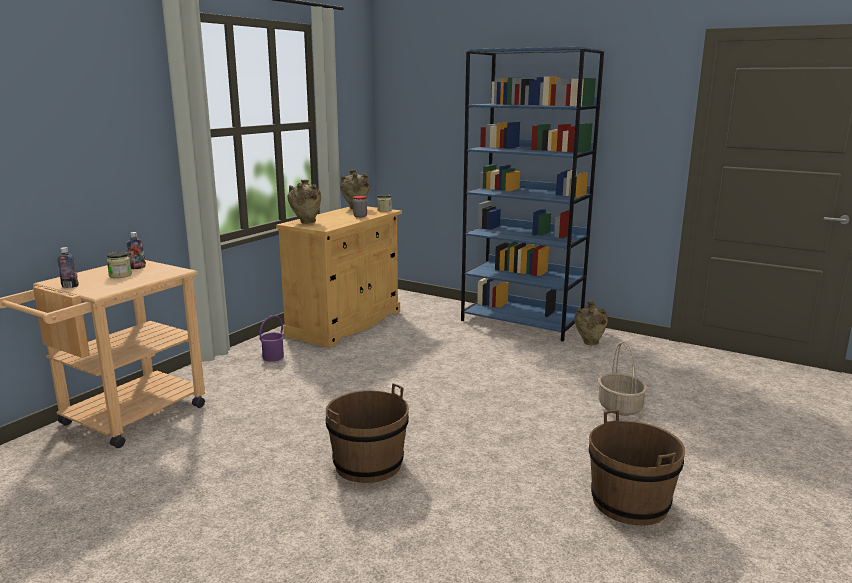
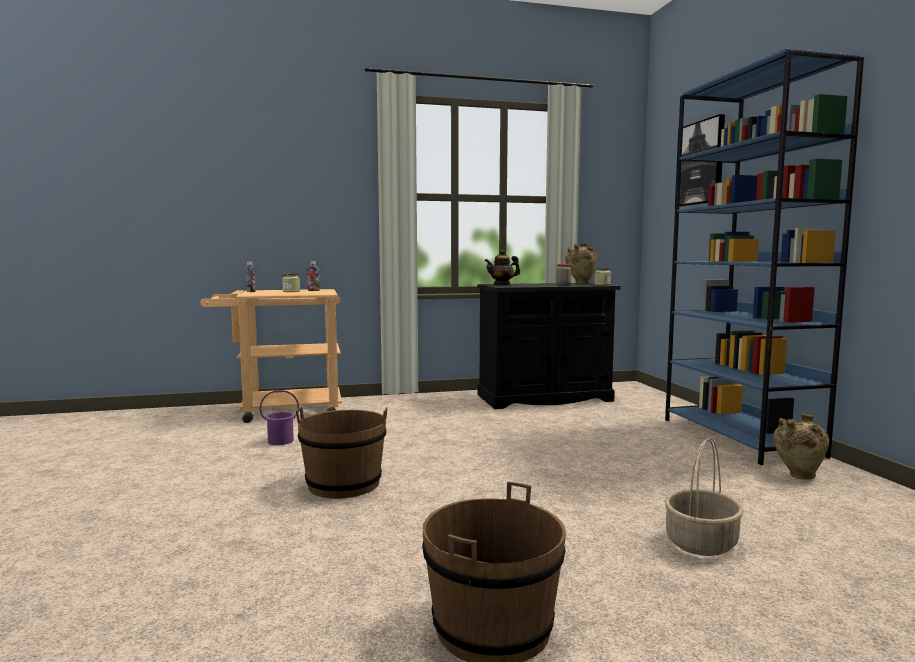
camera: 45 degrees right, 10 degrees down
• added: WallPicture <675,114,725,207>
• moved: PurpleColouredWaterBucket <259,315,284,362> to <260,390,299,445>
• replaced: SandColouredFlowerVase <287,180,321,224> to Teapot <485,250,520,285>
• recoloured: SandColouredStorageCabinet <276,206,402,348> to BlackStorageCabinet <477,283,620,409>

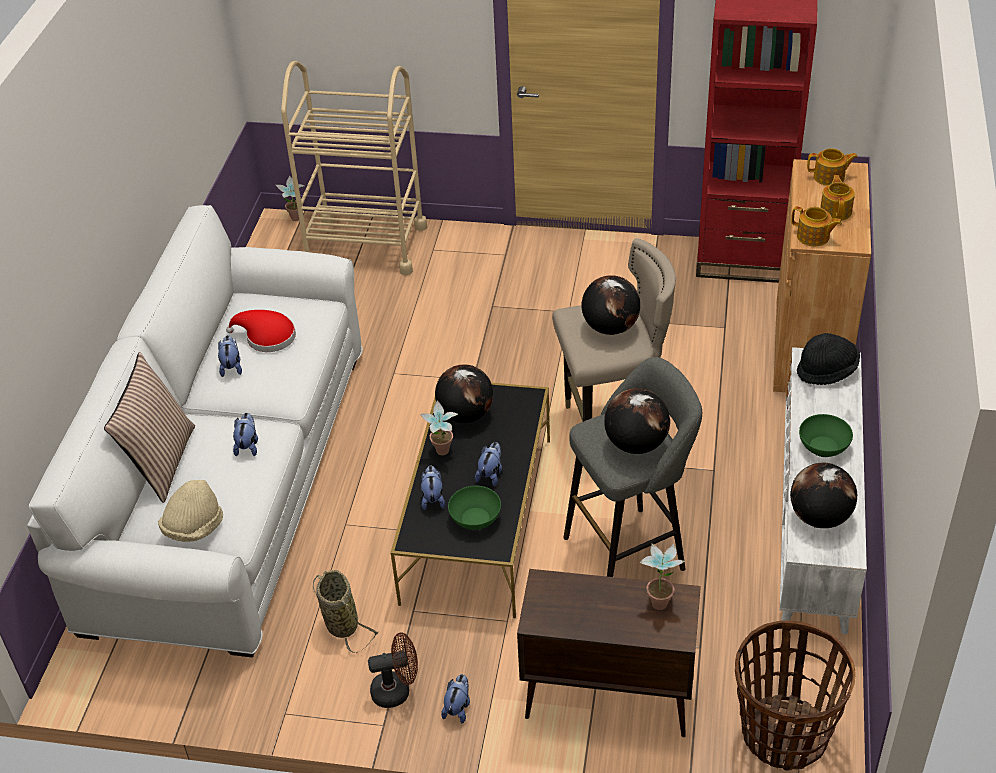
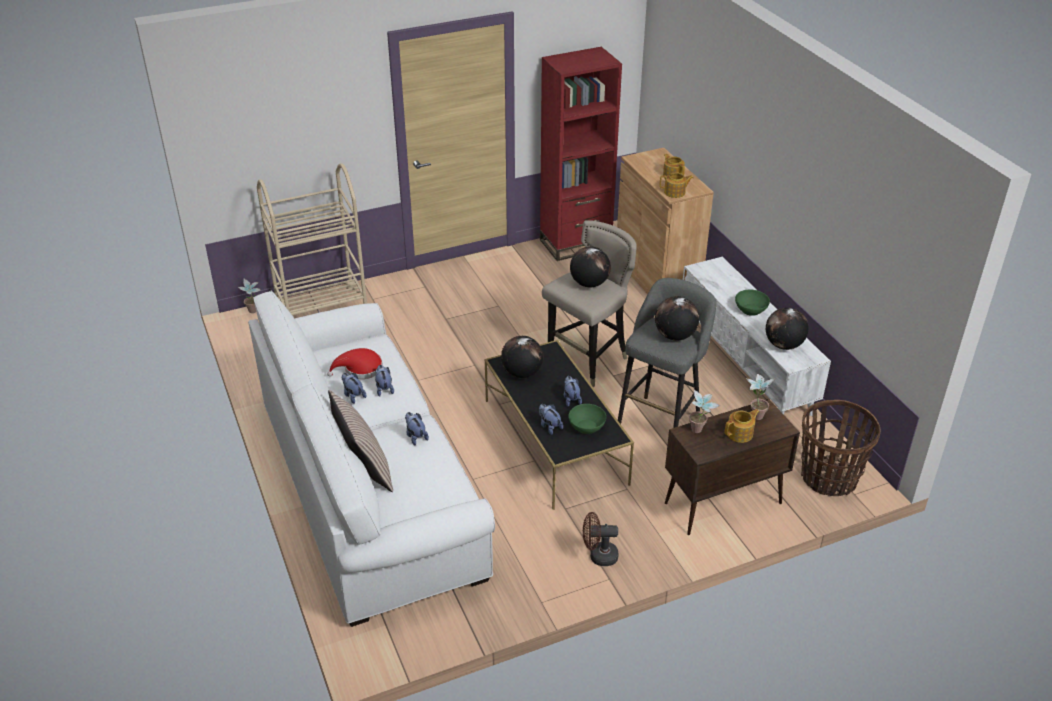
camera: 35 degrees left, 5 degrees down
• removed: SandColouredHat <158,480,223,542>
• removed: Basket <313,570,379,653>
• removed: BlackHat <797,333,860,385>
• moved: Houseplant <420,401,458,455> to <689,390,720,433>
• moved: SoftToy <441,674,470,723> to <375,365,394,397>
• moved: Teapot <807,148,858,186> to <725,409,759,443>
• turned: BrownishCoolingFan <368,632,418,708> = <583,512,619,566> 135 degrees counterclockwise

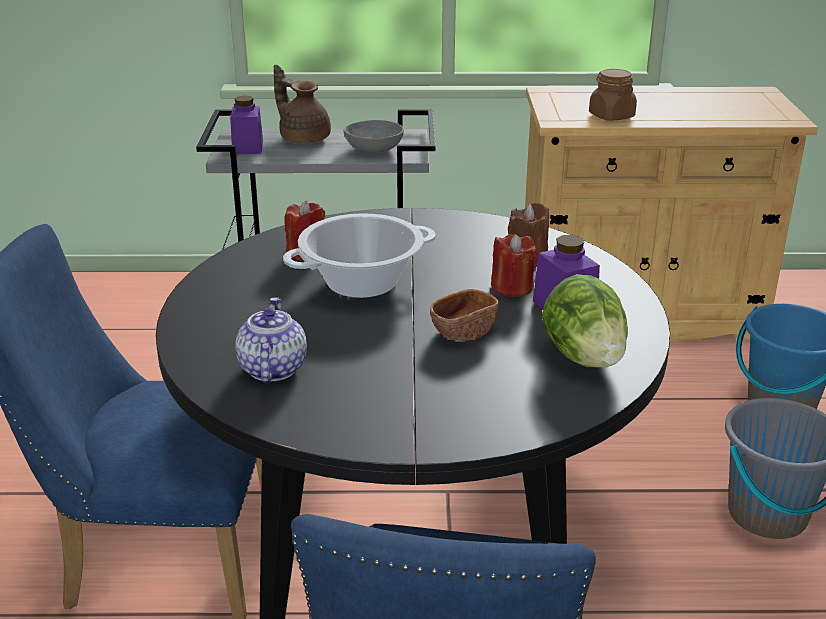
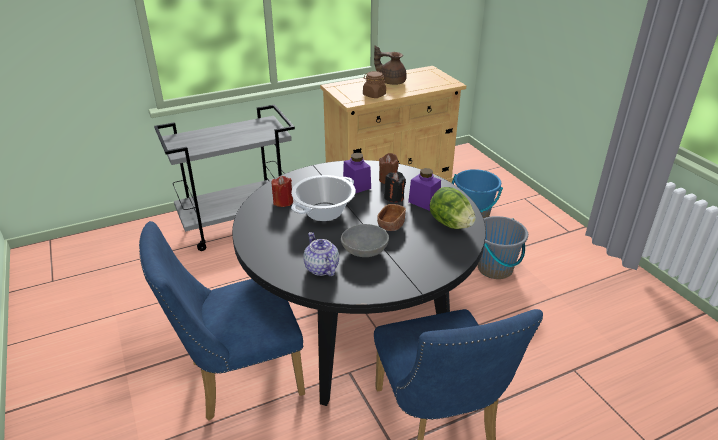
camera: 25 degrees left, 5 degrees up
• moved: PurpleColouredStorageJar <230,96,263,154> to <343,153,371,193>
• moved: BrownishTeapot <274,65,331,144> to <374,46,407,85>
• moved: GreyishBowl <343,120,404,153> to <341,224,389,257>
• recoloured: RedColouredWaxCandle <491,234,538,297> to BlackWaxCandle <384,172,406,202>

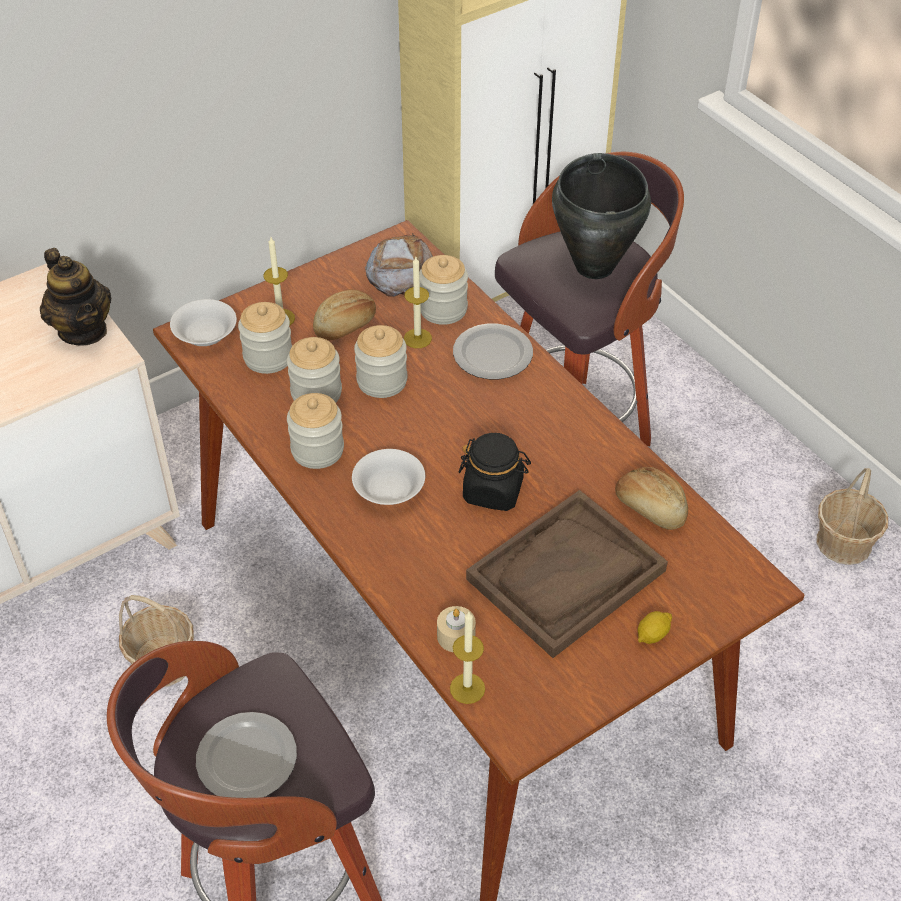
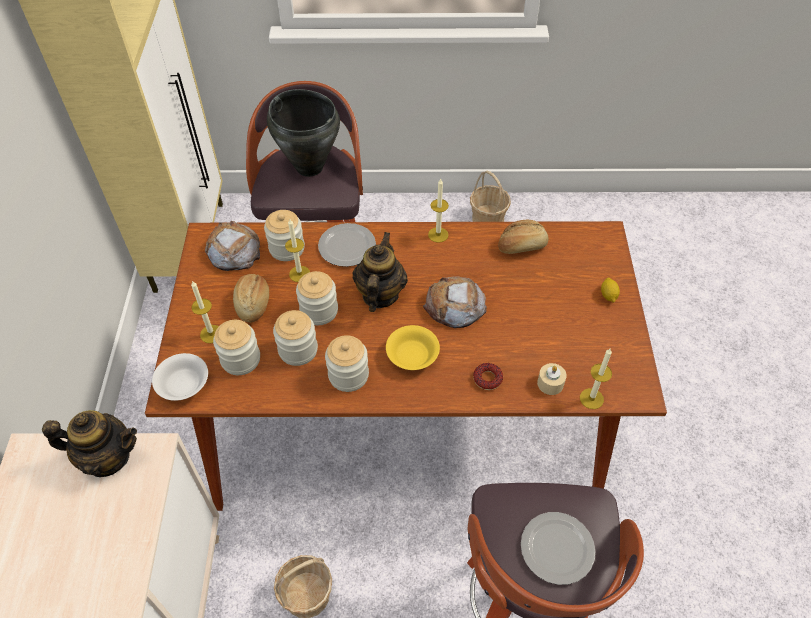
camera: 55 degrees left, 5 degrees up
• removed: BrownishServingTray <466,490,668,658>
• added: Teapot <353,232,408,312>
• added: WaxCandle <428,179,449,243>
• added: Doughnut <473,363,503,390>
• replaced: BlackStorageJar <459,433,531,511> to BakedBread <423,276,487,328>
• recoloured: WhitishBowl <352,449,425,505> to YellowBowl <386,325,440,370>

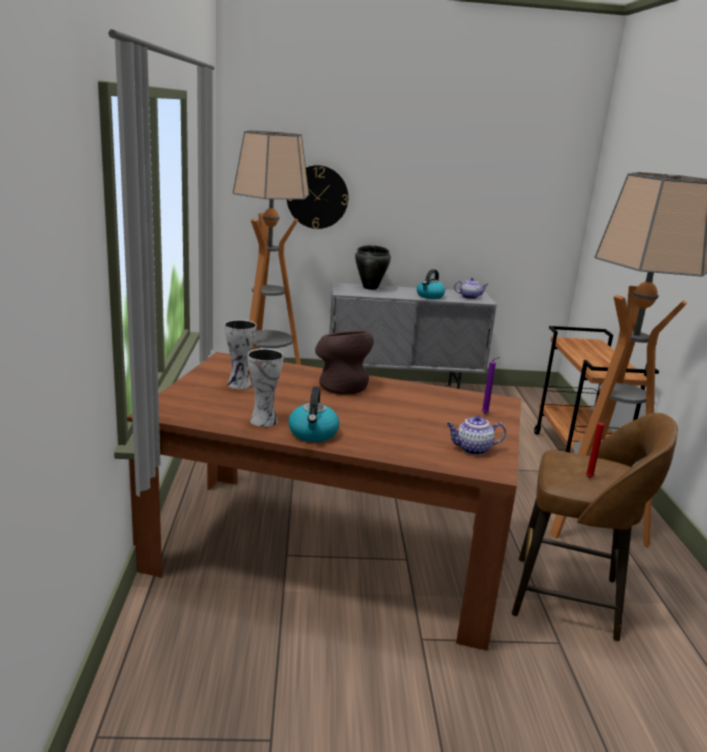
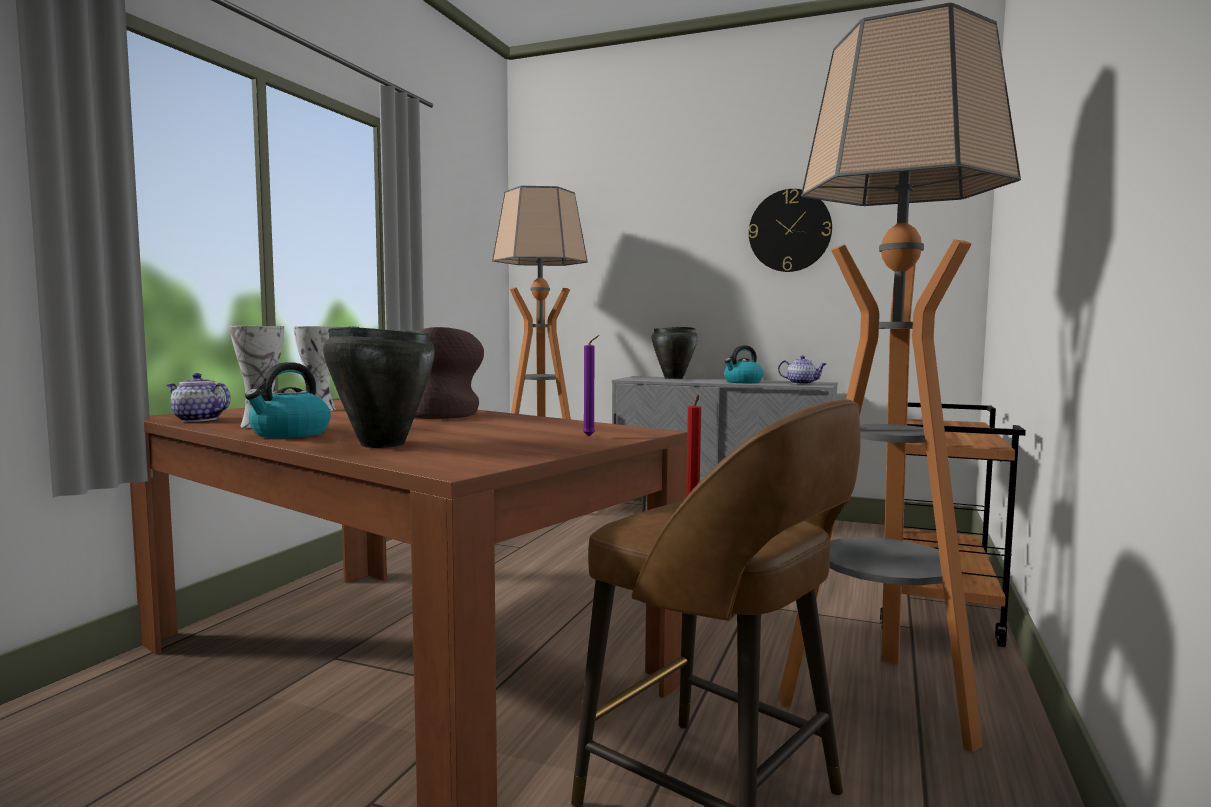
camera: 25 degrees right, 15 degrees down
• added: BlackSaucepot <323,326,435,448>
• moved: ClockOnTheWall <287,165,348,229> to <749,189,832,272>
• moved: Teapot <446,415,506,455> to <166,373,230,422>

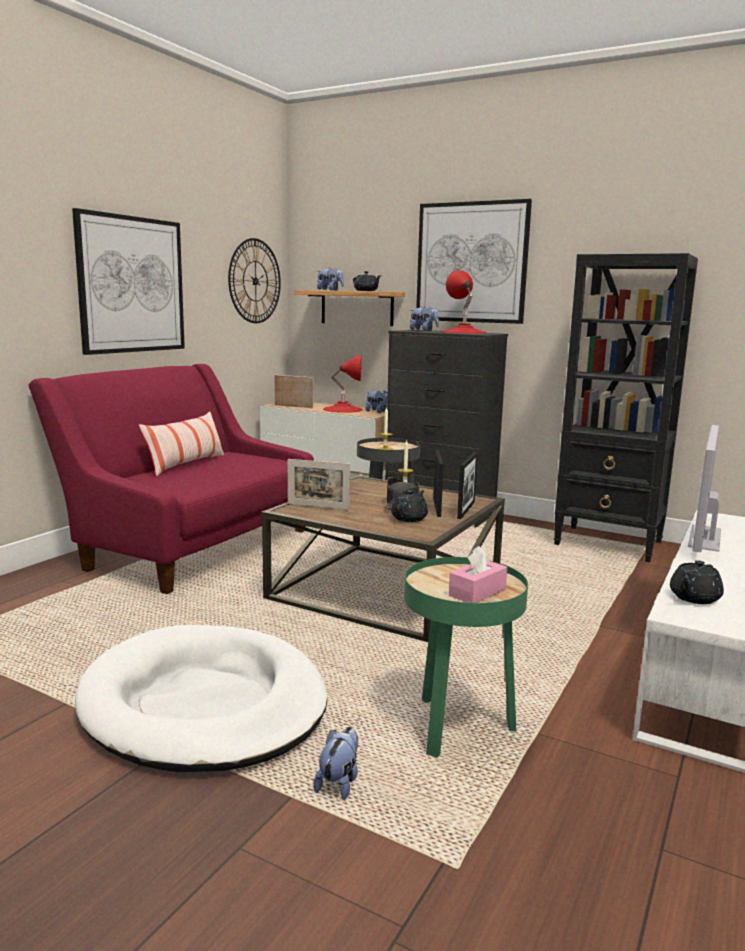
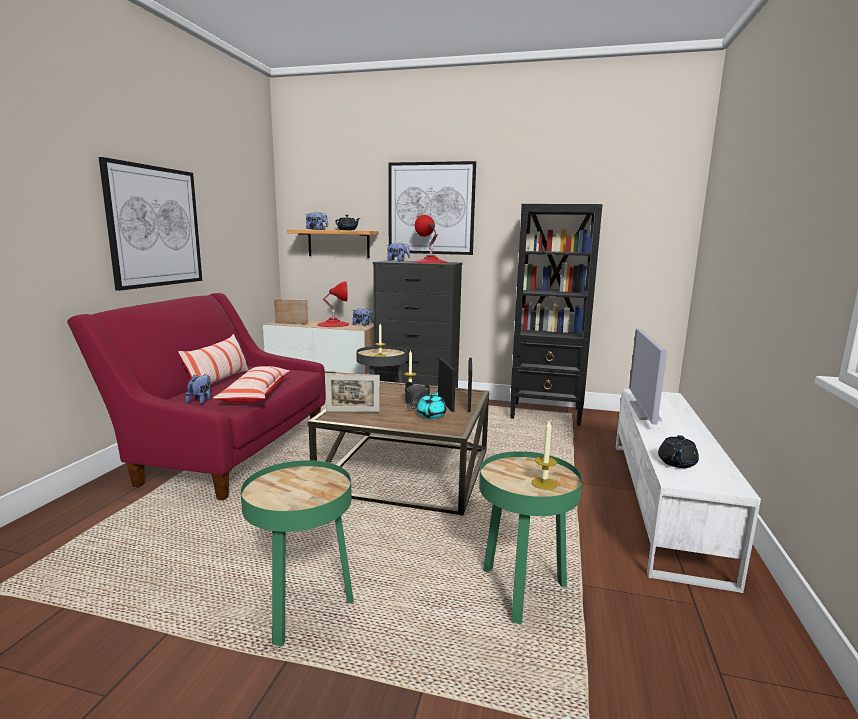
camera: 15 degrees left, 0 degrees up
• removed: ClockOnTheWall <228,238,281,323>
• added: Cushion <213,366,291,403>
• moved: SoftToy <314,727,358,799> to <185,374,211,404>
• replaced: WhitishDogBed <75,625,327,772> to GreenEndTable <241,460,354,646>
• replaced: PinkishTissueBox <449,546,507,603> to WaxCandle <532,421,557,490>
• recoloured: BlackTeapot <391,490,428,522> to TurquoiseColouredTeapot <417,391,446,419>

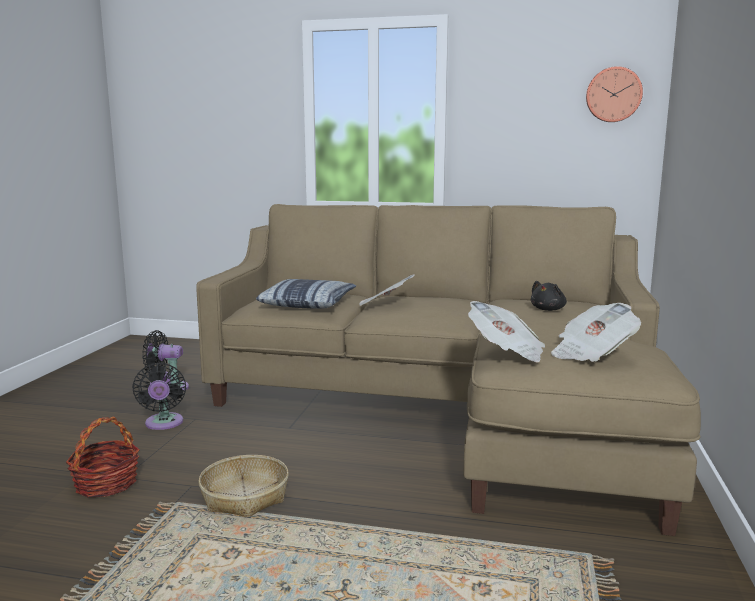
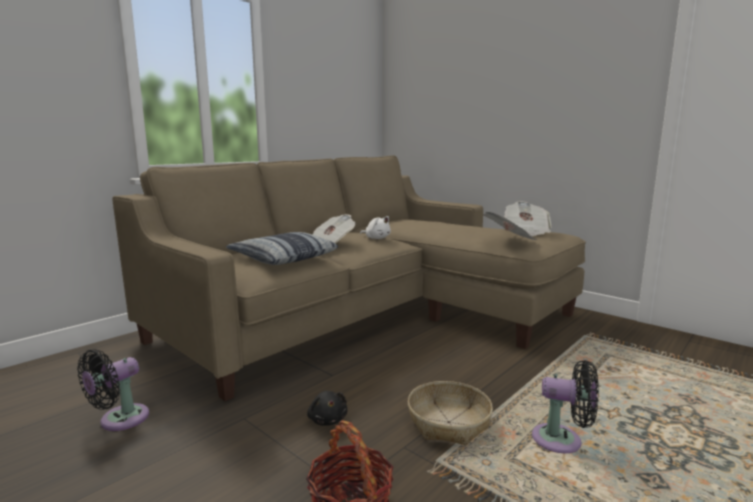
camera: 60 degrees left, 0 degrees up
• removed: ClockOnTheWall <586,66,643,122>
• added: WhitishSoftToy <360,216,391,239>
• moved: BlackCoolingFan <132,363,186,430> to <532,360,599,453>
• moved: BlackSoftToy <531,281,567,311> to <307,391,347,426>

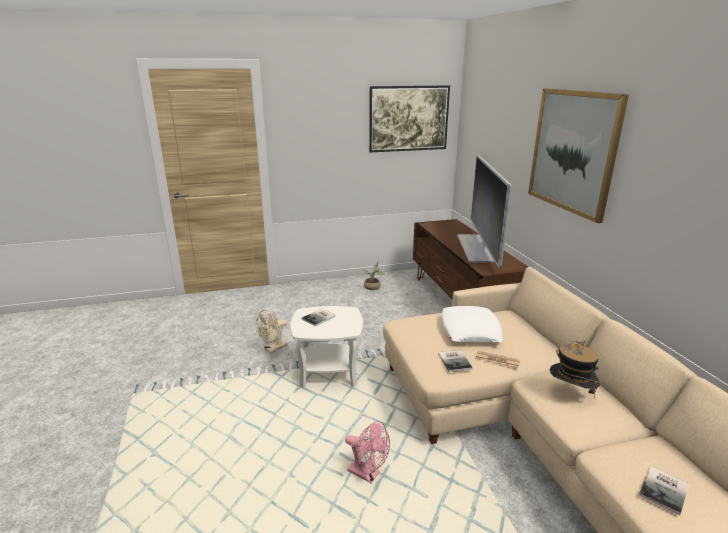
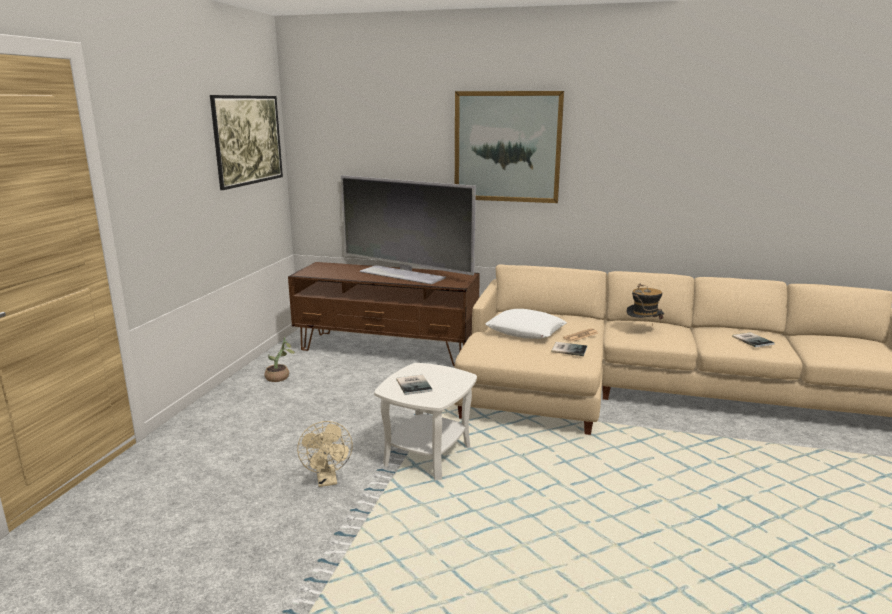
camera: 60 degrees left, 5 degrees down
• removed: PinkishCoolingFan <345,421,390,483>

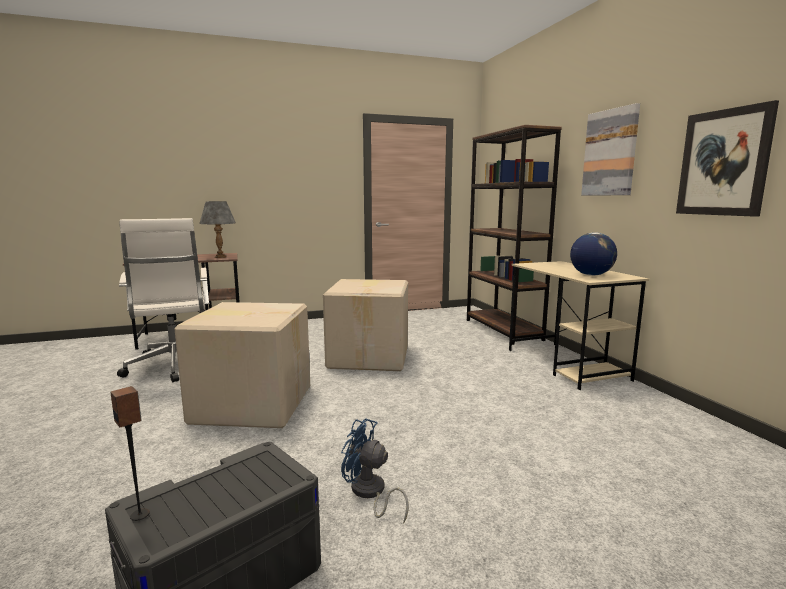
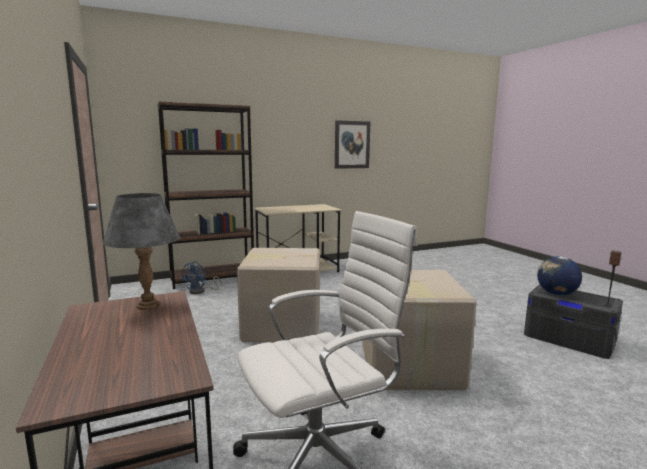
camera: 95 degrees left, 0 degrees up
• removed: WallPicture <581,103,640,195>
• moved: BlueColouredCoolingFan <341,419,409,523> to <181,261,223,294>
• moved: DeskGlobe <570,232,617,276> to <537,256,582,296>

